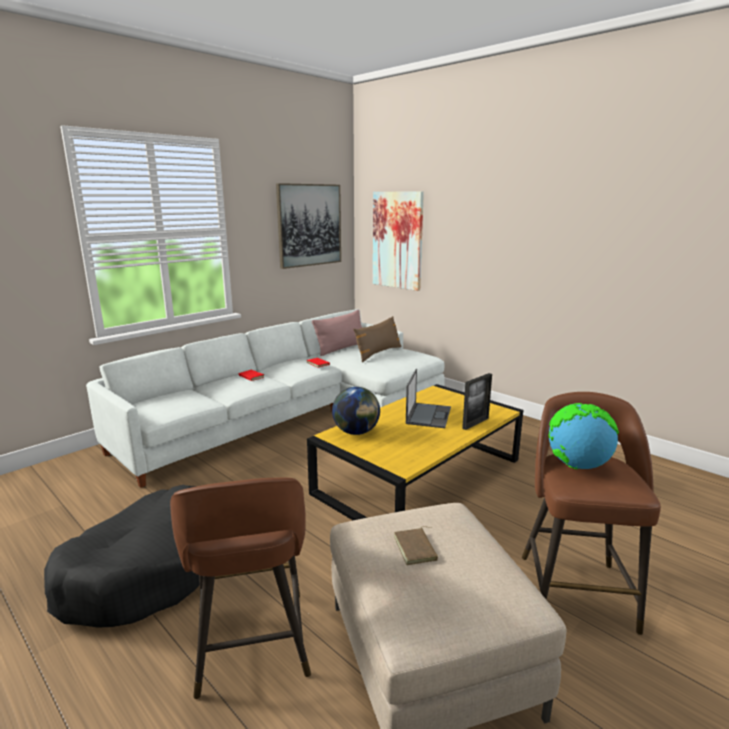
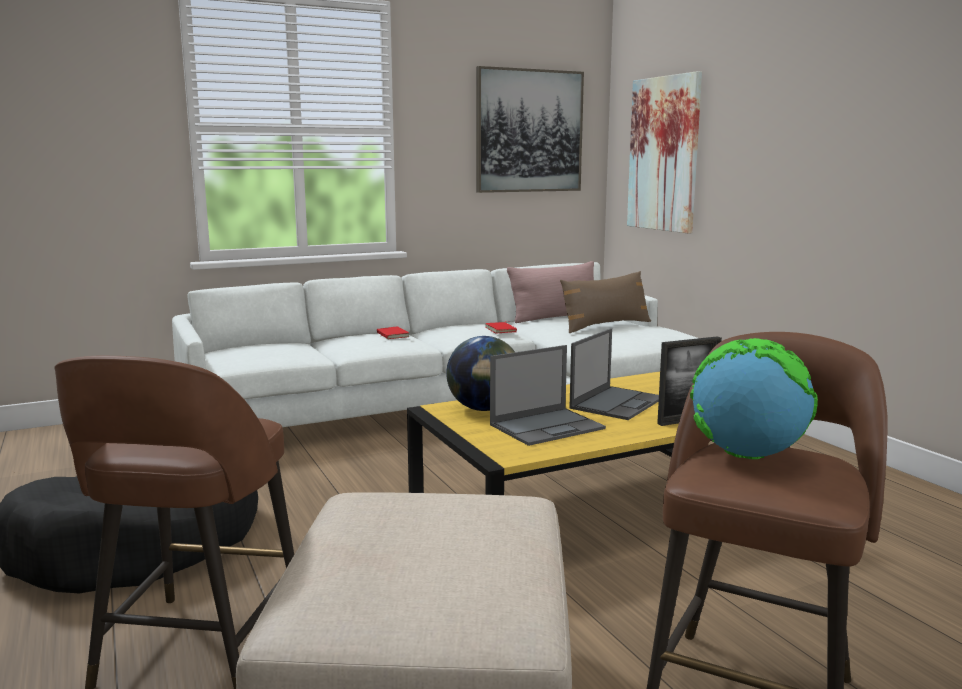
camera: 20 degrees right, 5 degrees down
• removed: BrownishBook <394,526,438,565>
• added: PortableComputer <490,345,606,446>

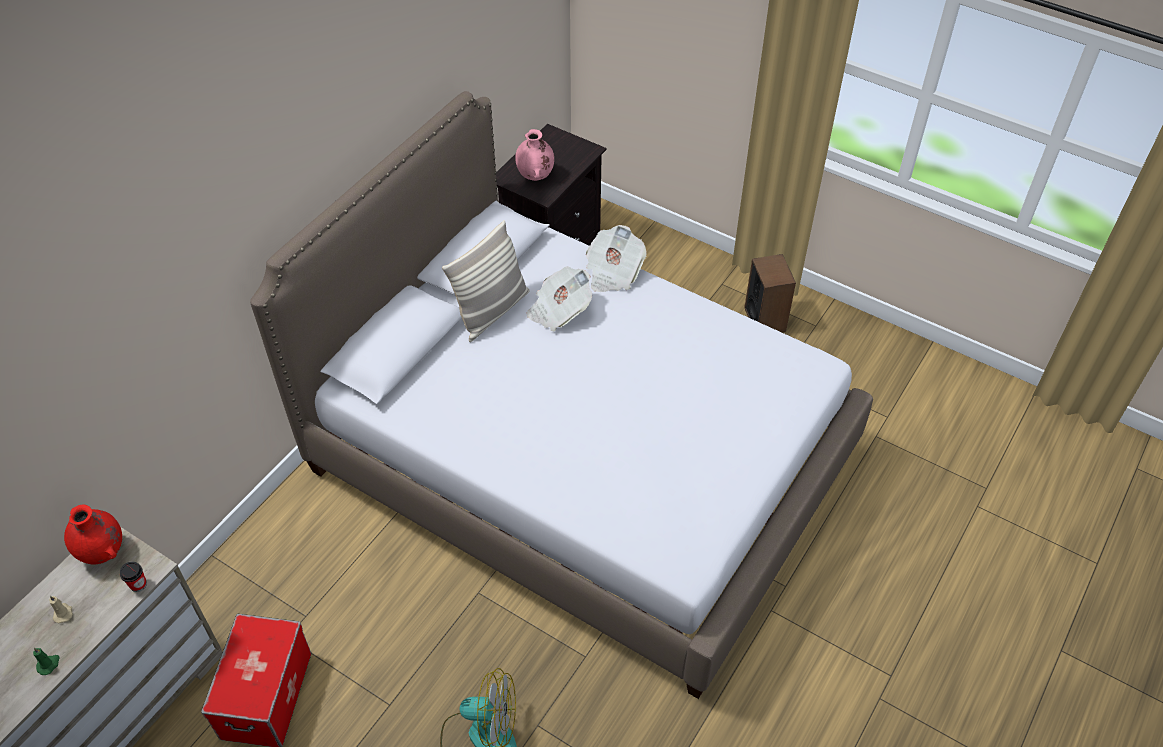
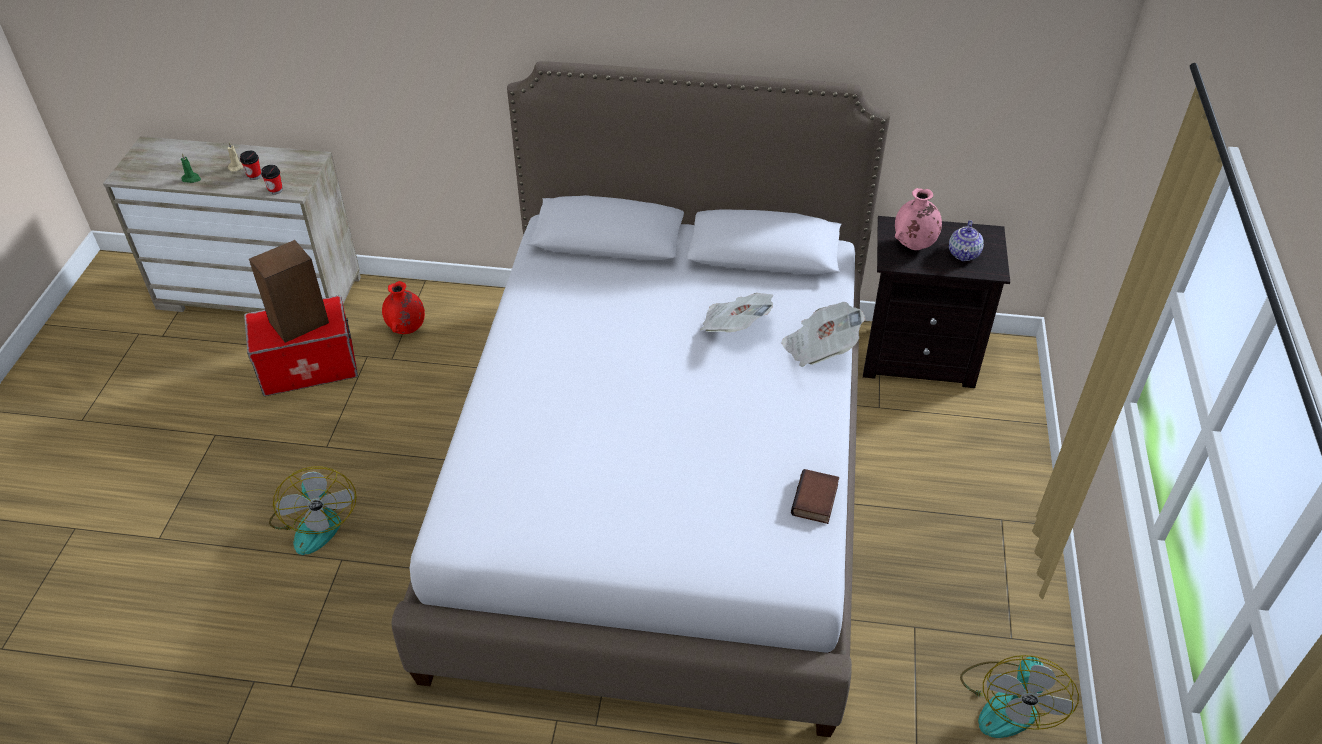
camera: 65 degrees right, 5 degrees down
• removed: Cushion <442,220,530,342>
• added: SmallCup <240,151,261,180>
• added: Book <791,469,839,524>
• added: Teapot <949,220,984,261>
• added: CoolingFan <960,655,1079,738>
• moved: RedColouredFlowerVase <64,505,122,565> to <382,281,425,334>
• moved: AudioSpeaker <744,254,796,332> to <249,240,329,343>

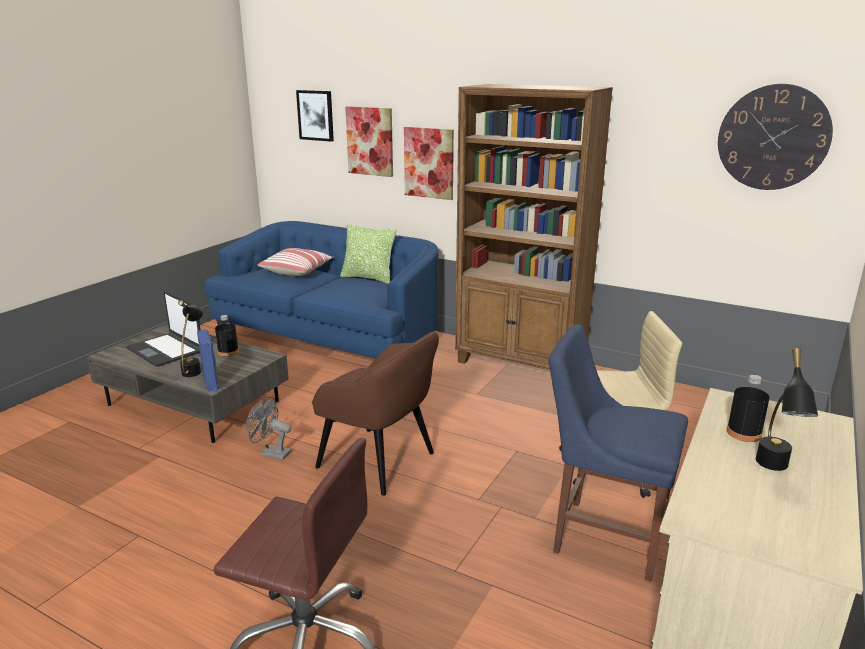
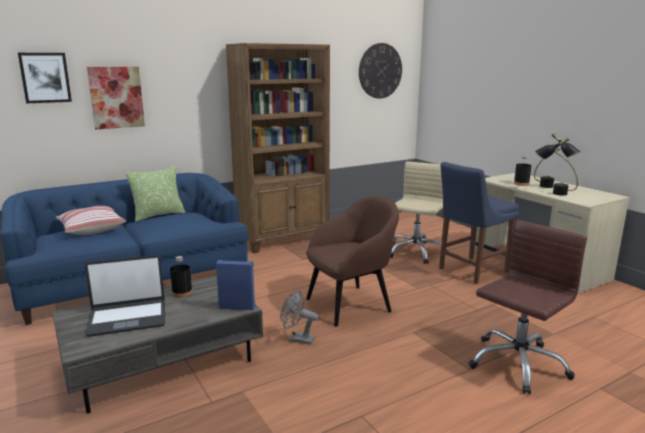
camera: 60 degrees left, 5 degrees down
• removed: WallPicture <404,127,454,200>
• moved: BlackTableLamp <178,300,203,377> to <535,138,578,196>
• turned: GreyishCoolingFan <246,397,291,460> = <280,290,318,345> 60 degrees clockwise

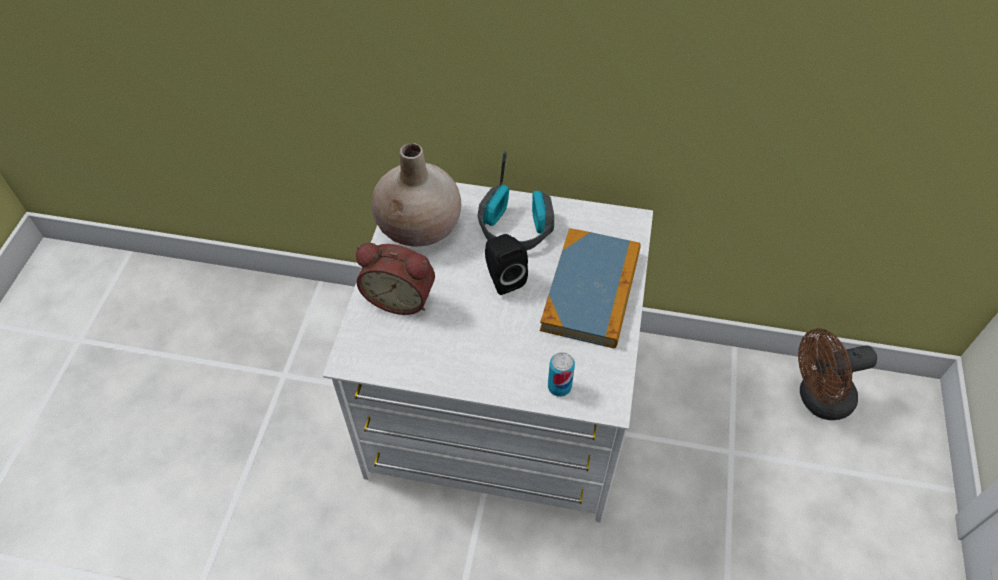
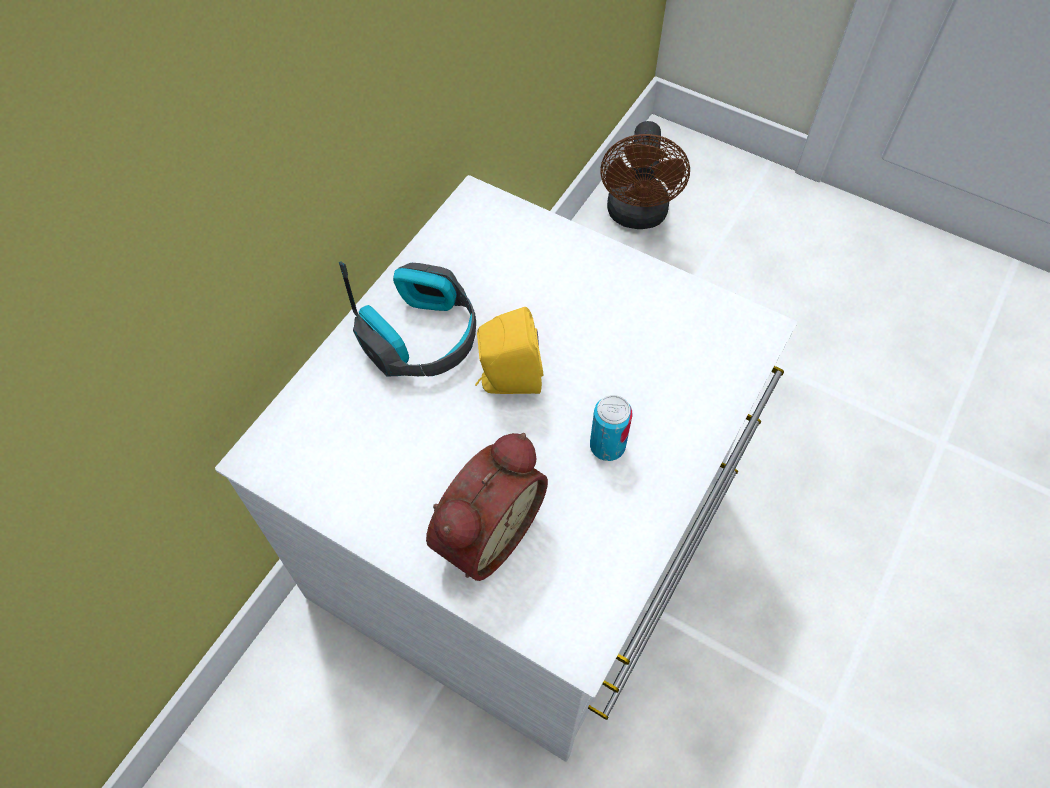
camera: 70 degrees left, 5 degrees up
• removed: SandColouredFlowerVase <372,143,461,247>
• removed: Book <540,228,641,349>
• moved: MetalCan <548,352,575,397> to <590,395,632,461>
• recoloured: BlackAudioSpeaker <485,234,528,295> to YellowAudioSpeaker <475,307,543,394>

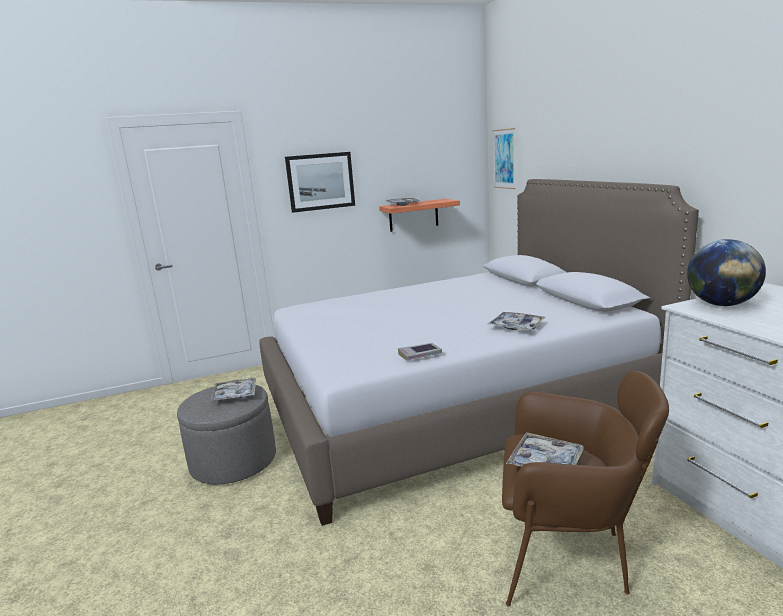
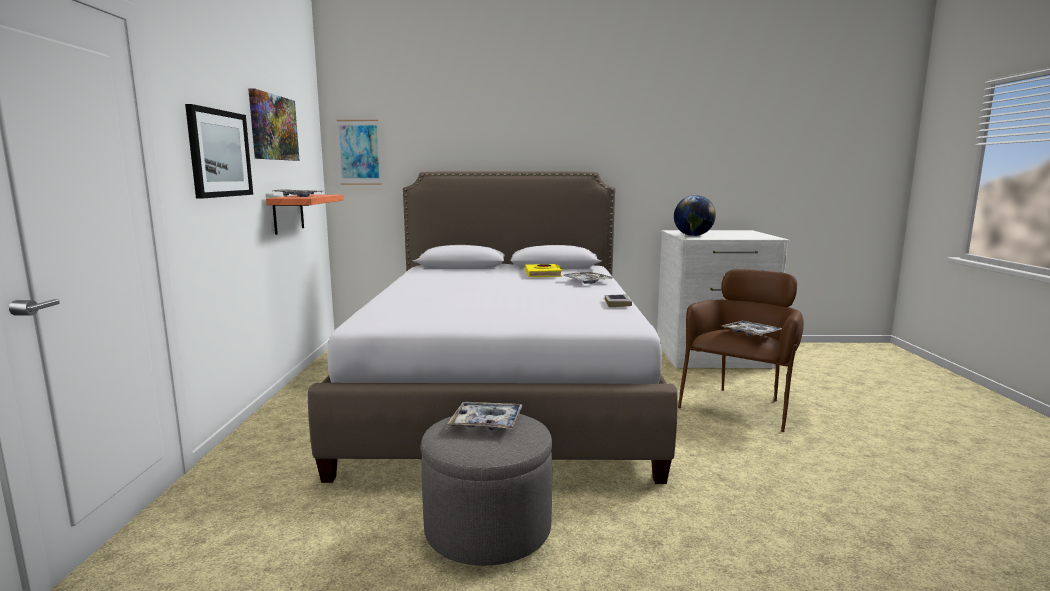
camera: 70 degrees left, 5 degrees down
• added: WallPicture <248,88,300,161>
• added: YellowBook <525,264,562,277>

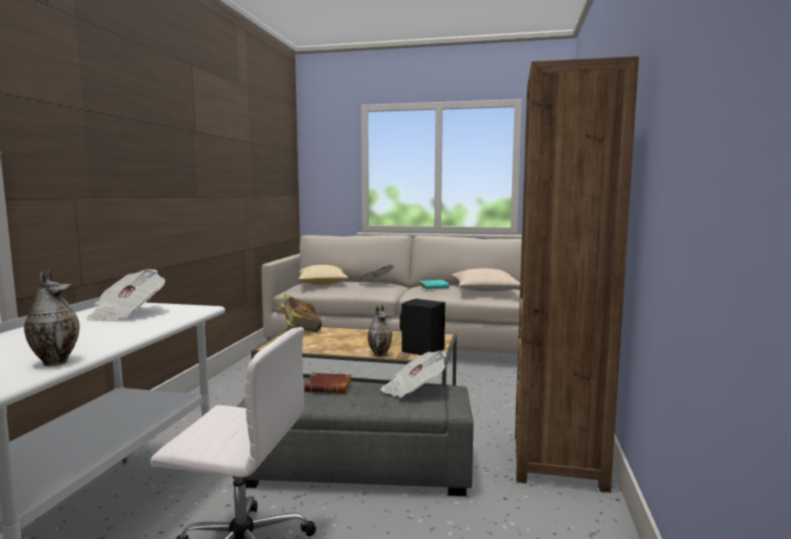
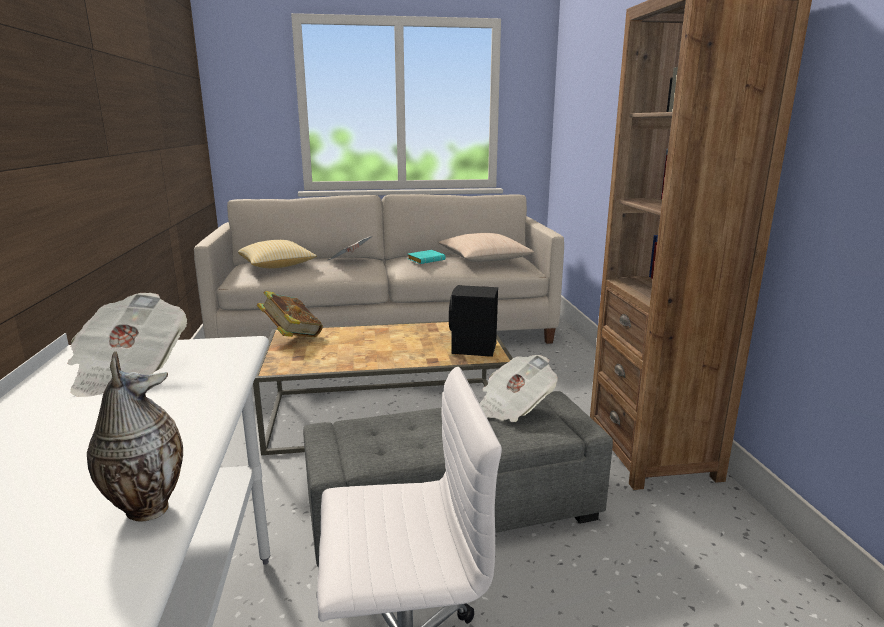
camera: 20 degrees left, 10 degrees up
• removed: BrownishBook <304,373,352,394>
• removed: FlowerVase <368,305,392,357>

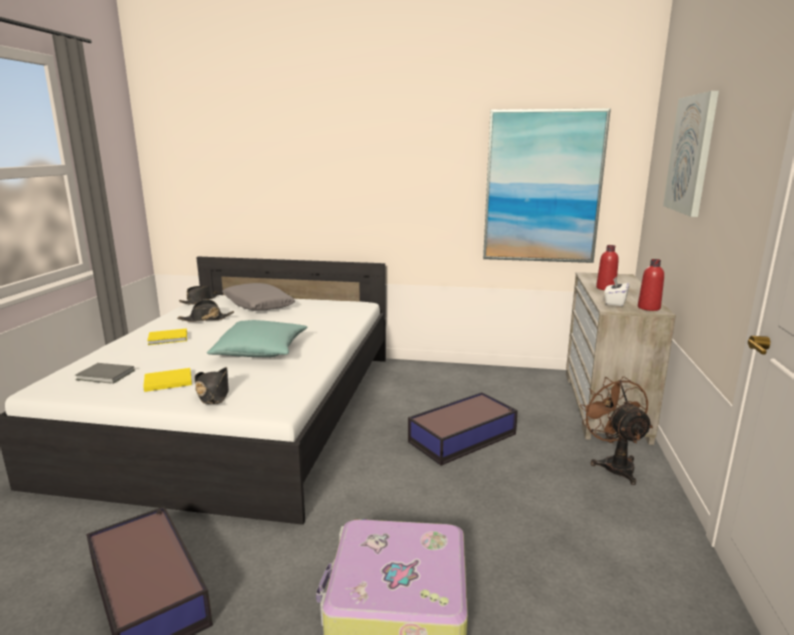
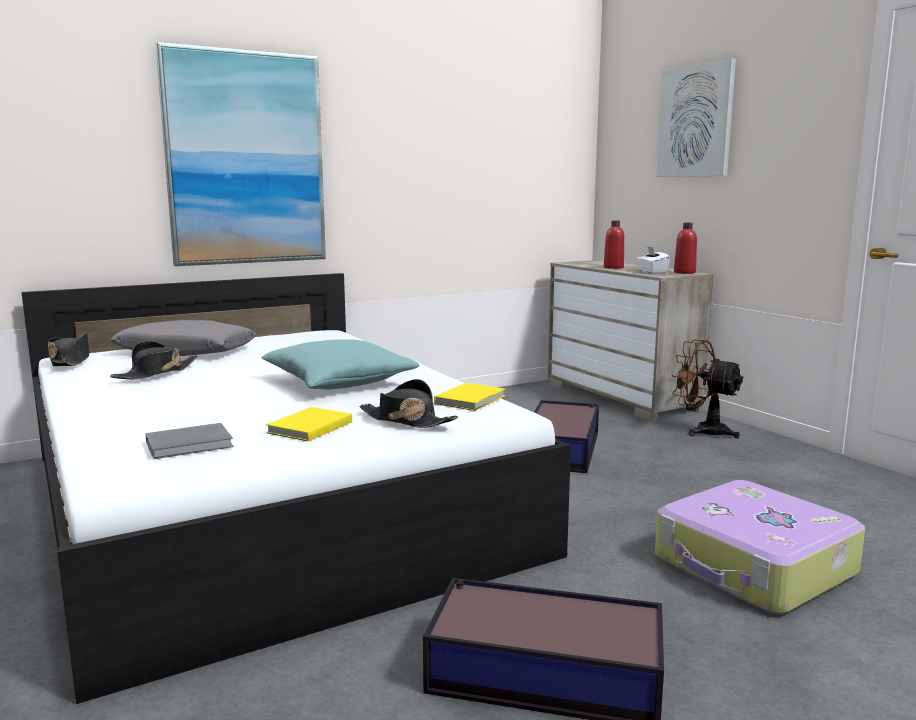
camera: 40 degrees left, 5 degrees down
• moved: YellowBook <147,328,187,345> to <434,383,505,411>
• moved: WallPicture <483,109,611,263> to <155,42,326,266>

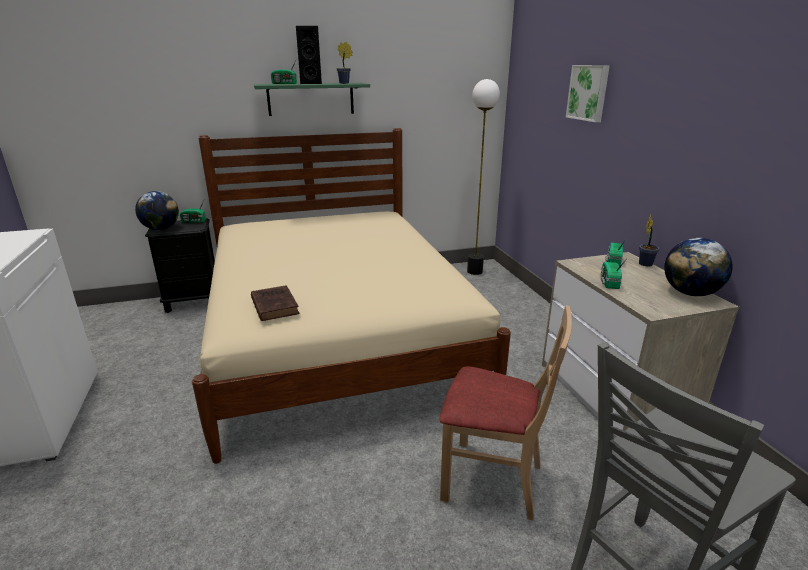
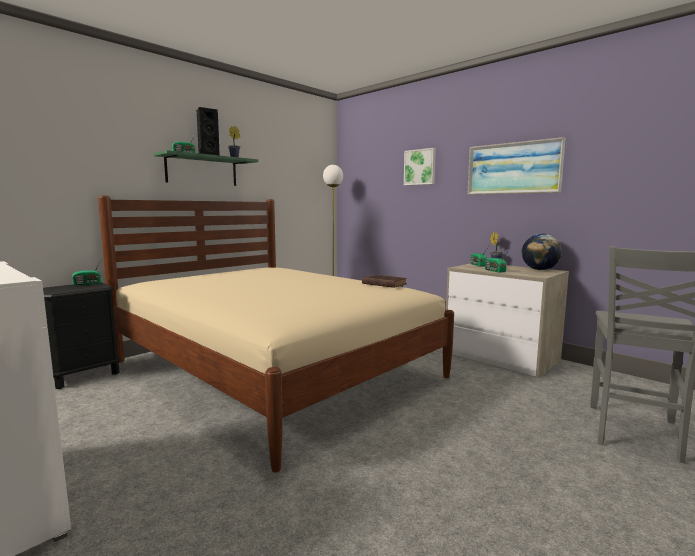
camera: 30 degrees left, 15 degrees down
• removed: DeskGlobe <135,191,179,230>
• removed: SandColouredUprightChair <439,305,572,521>
• added: WallPicture <467,137,566,195>
• moved: BrownishBook <251,285,299,321> to <362,275,407,288>

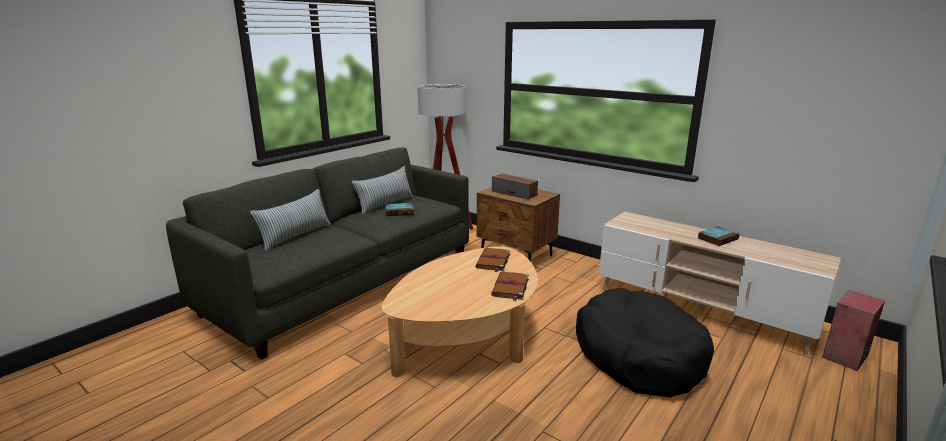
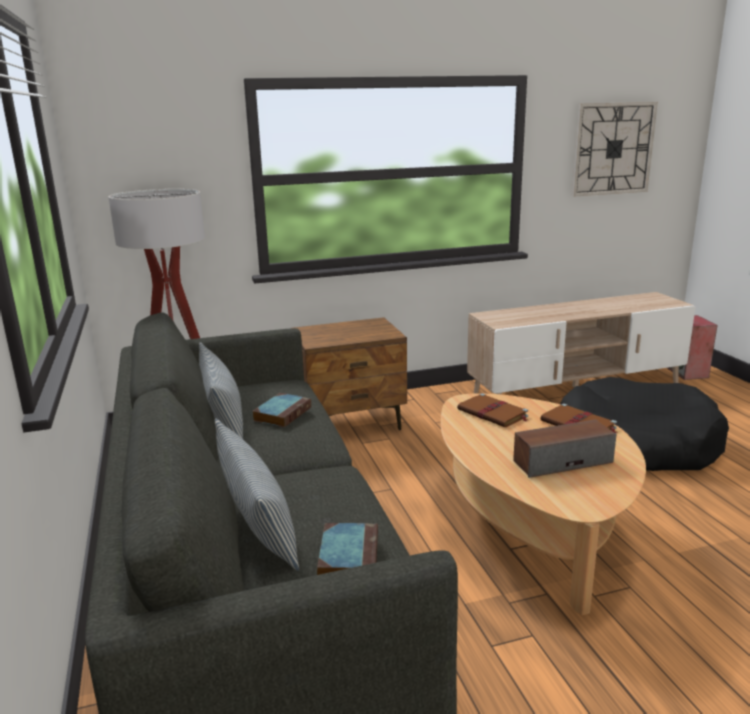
camera: 55 degrees left, 0 degrees up
• added: ClockOnTheWall <572,102,658,197>
• moved: AudioSpeaker <492,173,538,200> to <513,420,616,478>
• moved: Book <697,226,740,246> to <317,523,378,575>

